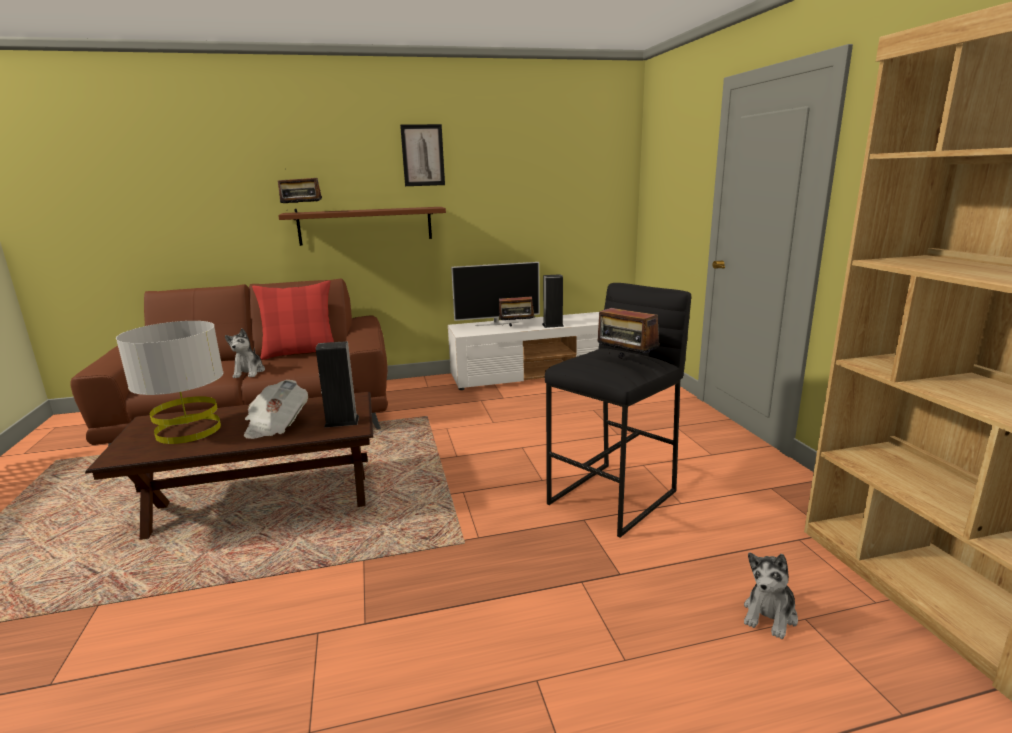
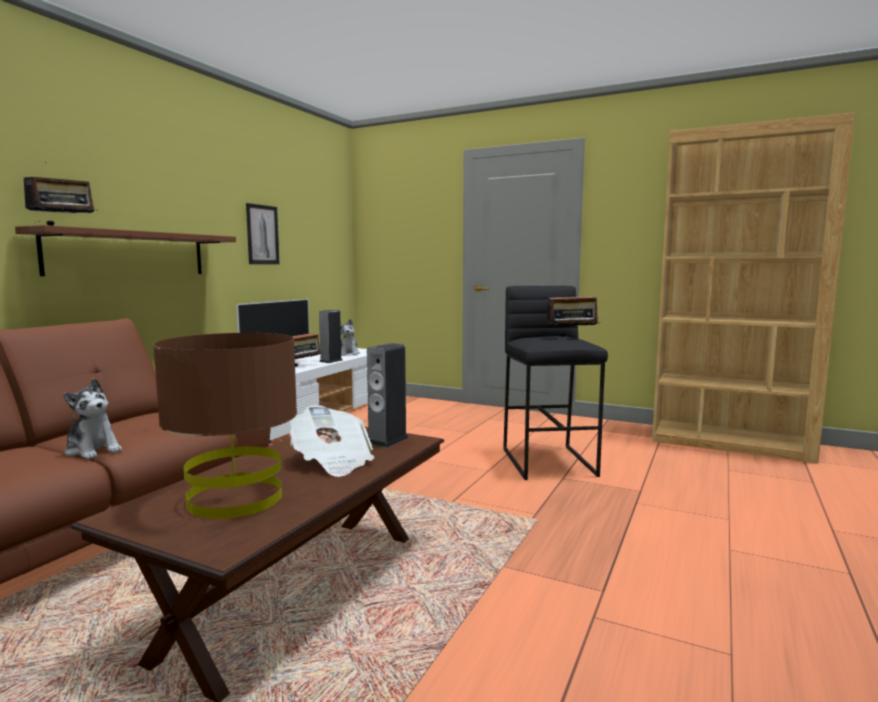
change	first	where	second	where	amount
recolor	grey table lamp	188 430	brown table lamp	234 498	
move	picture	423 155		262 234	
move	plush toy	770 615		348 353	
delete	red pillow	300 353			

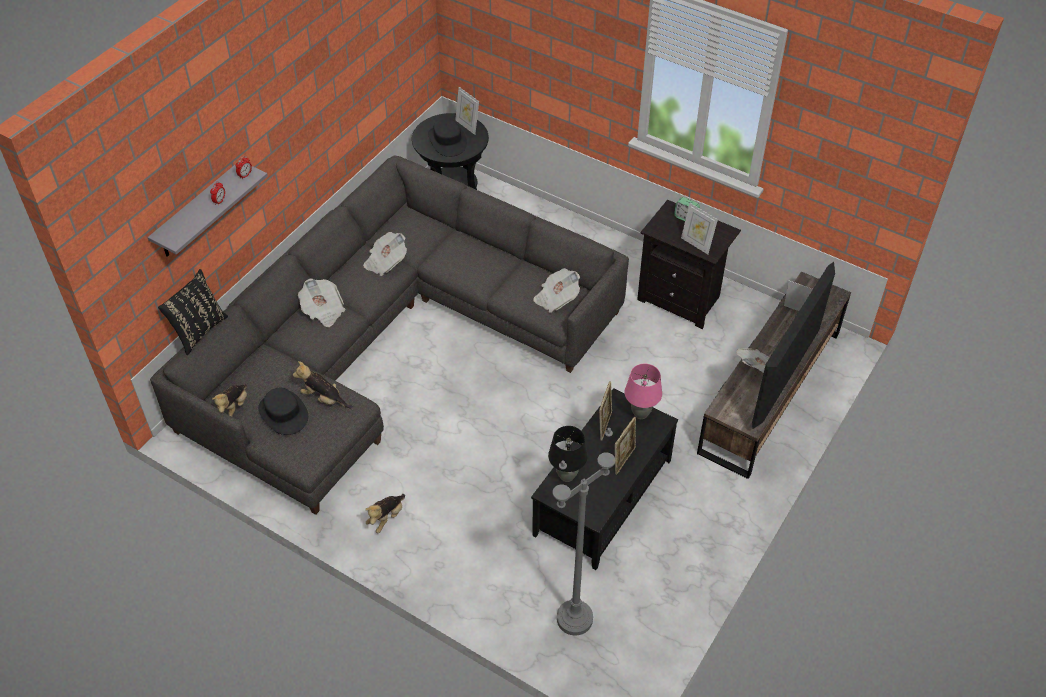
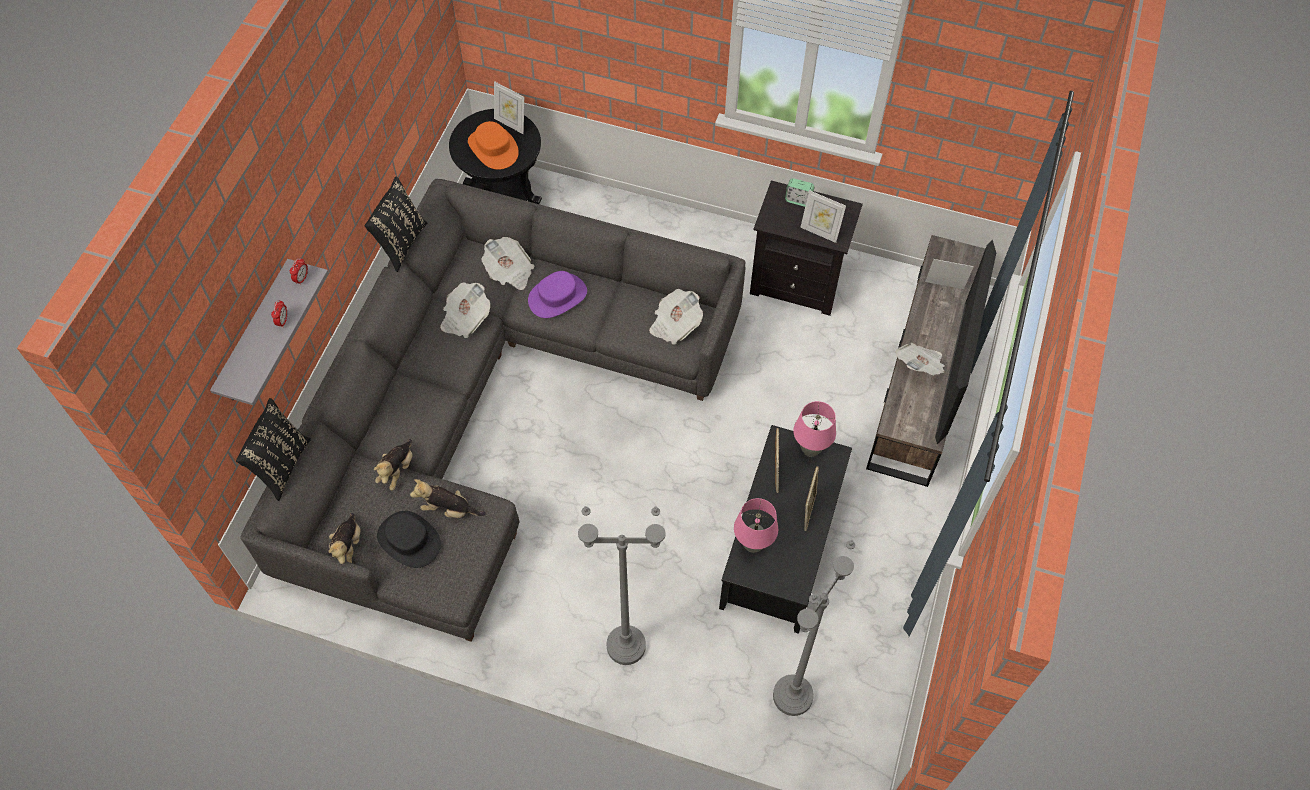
change	first	where	second	where	amount
insert			black pillow	401 243	
move	plush toy	386 518		397 470	
recolor	black hat	447 141	orange hat	493 148	
move	newspaper	323 311		509 272	
insert			purple hat	557 297	
insert			grey floor lamp	625 646	
recolor	black table lamp	566 476	pink table lamp	753 545	

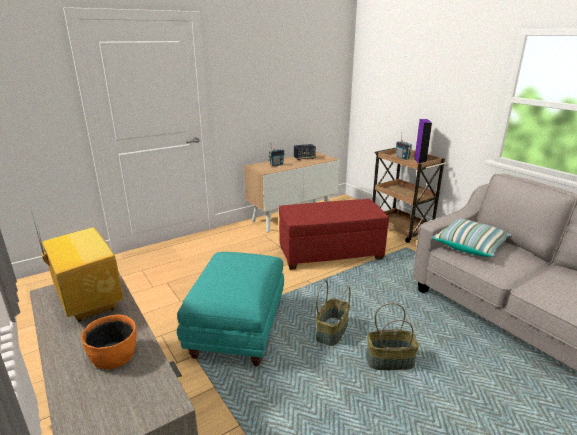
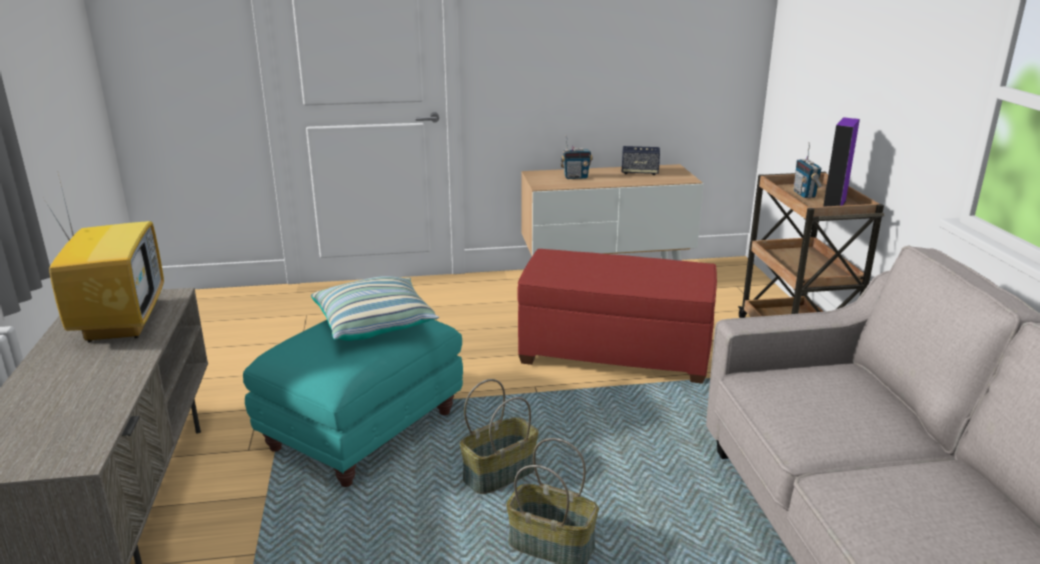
change	first	where	second	where	amount
move	pillow	470 246		375 324	
delete	orange bowl	114 355			

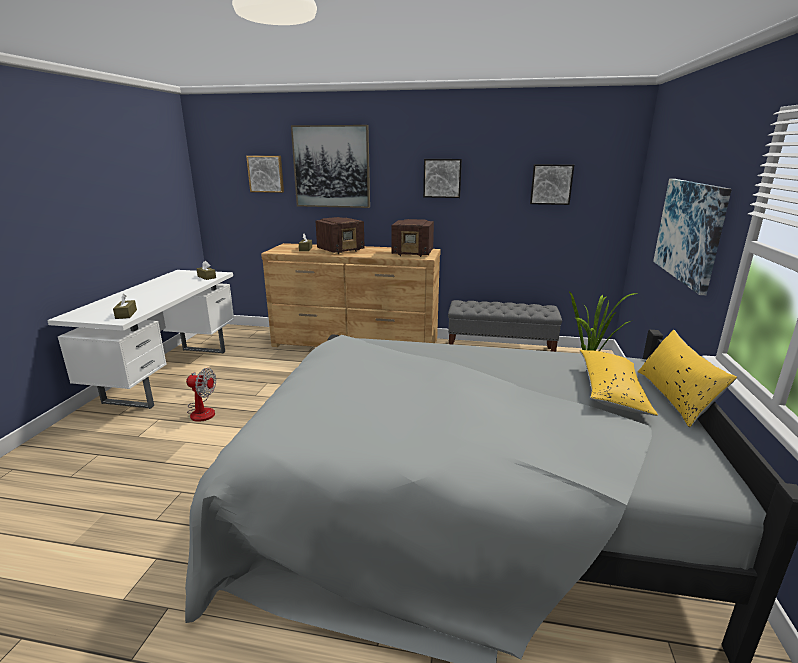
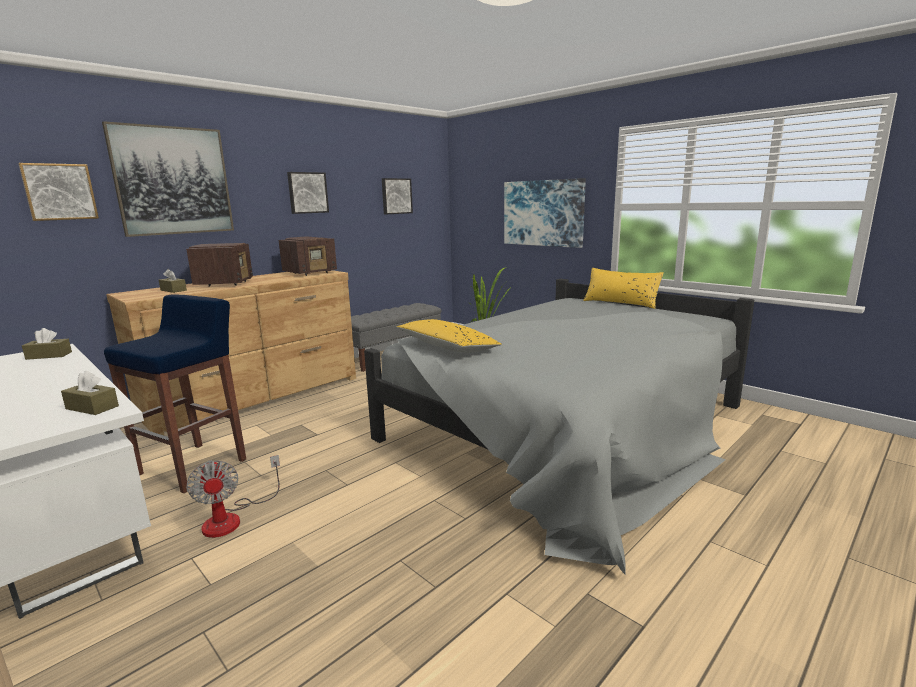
change	first	where	second	where	amount
insert			blue stool	194 466	
rotate	fan	202 411		232 518	105 degrees clockwise
move	yellow pillow	611 391		447 347	

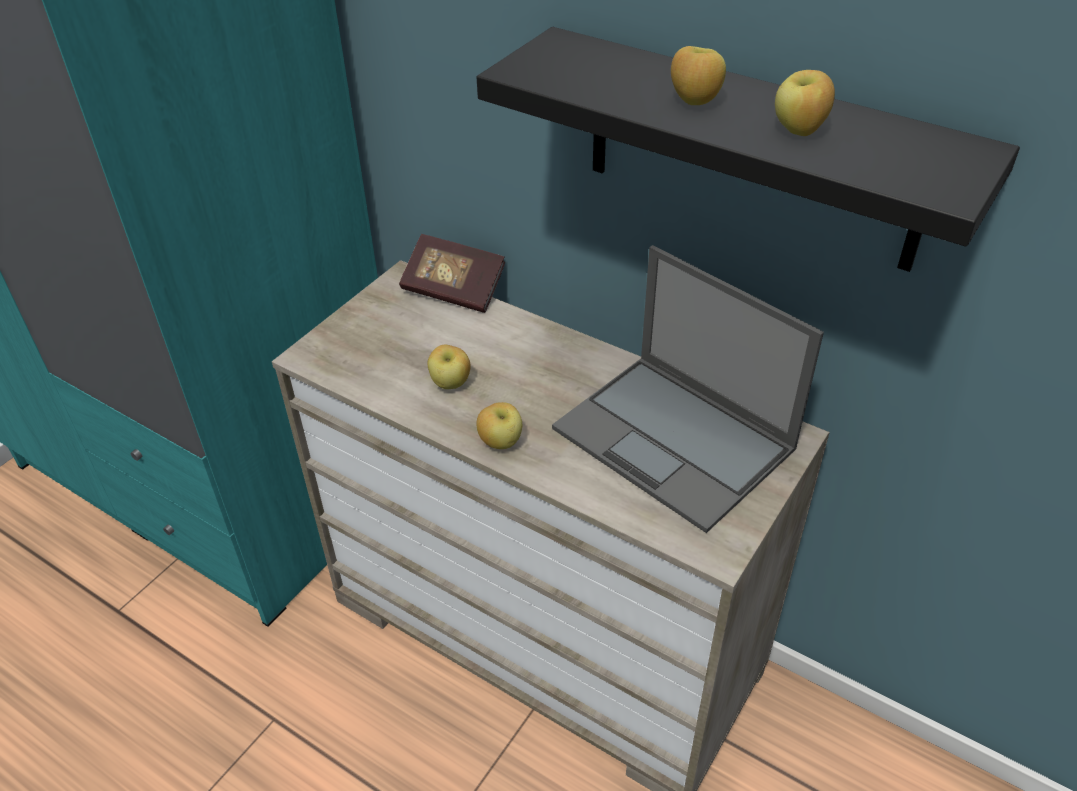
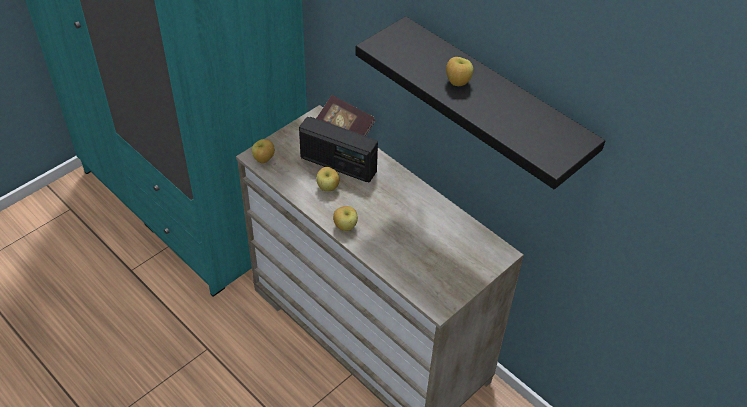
change	first	where	second	where	amount
move	apple	800 131		264 159	
insert			radio	338 164	
delete	laptop	675 440			

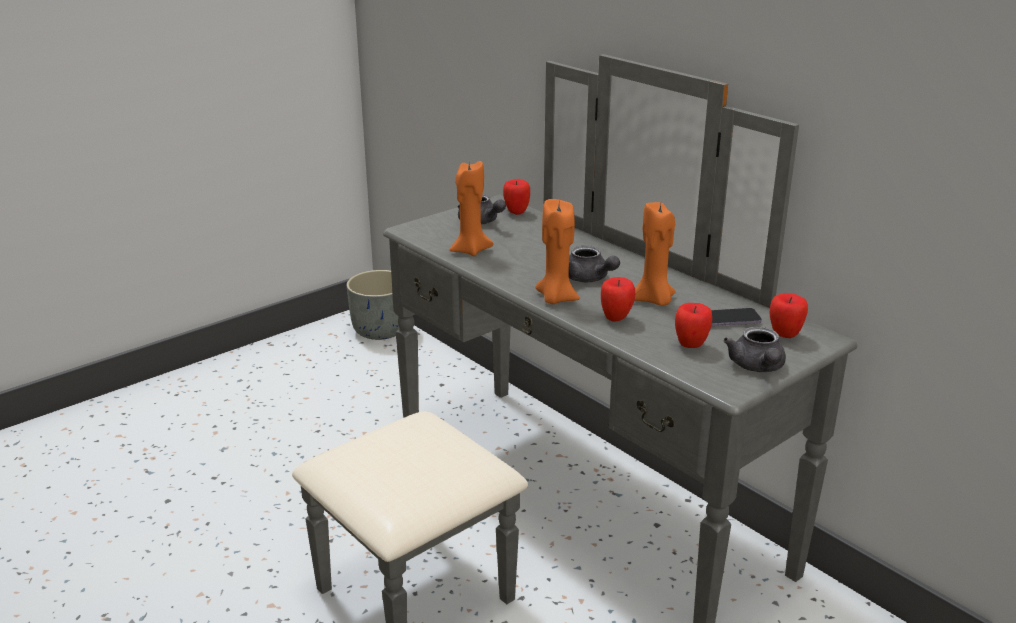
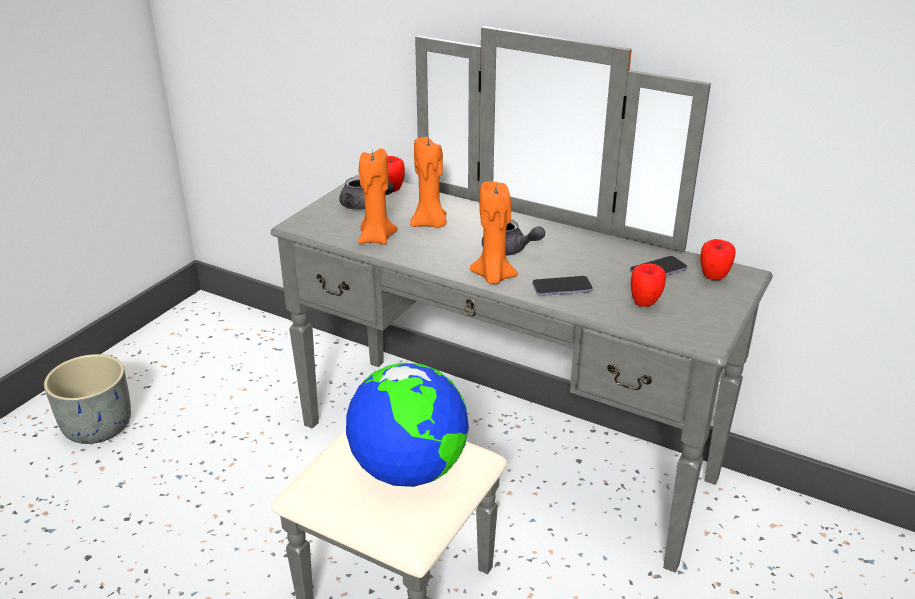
change	first	where	second	where	amount
move	grey planter	381 330		98 426	
insert			globe	409 470	
move	orange candle	654 300		430 224	
replace	apple	616 318	phone	562 288	
delete	grey teapot	757 367			

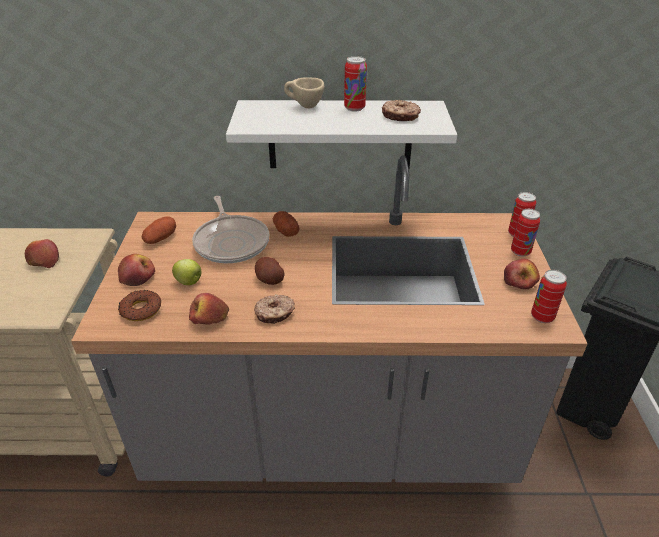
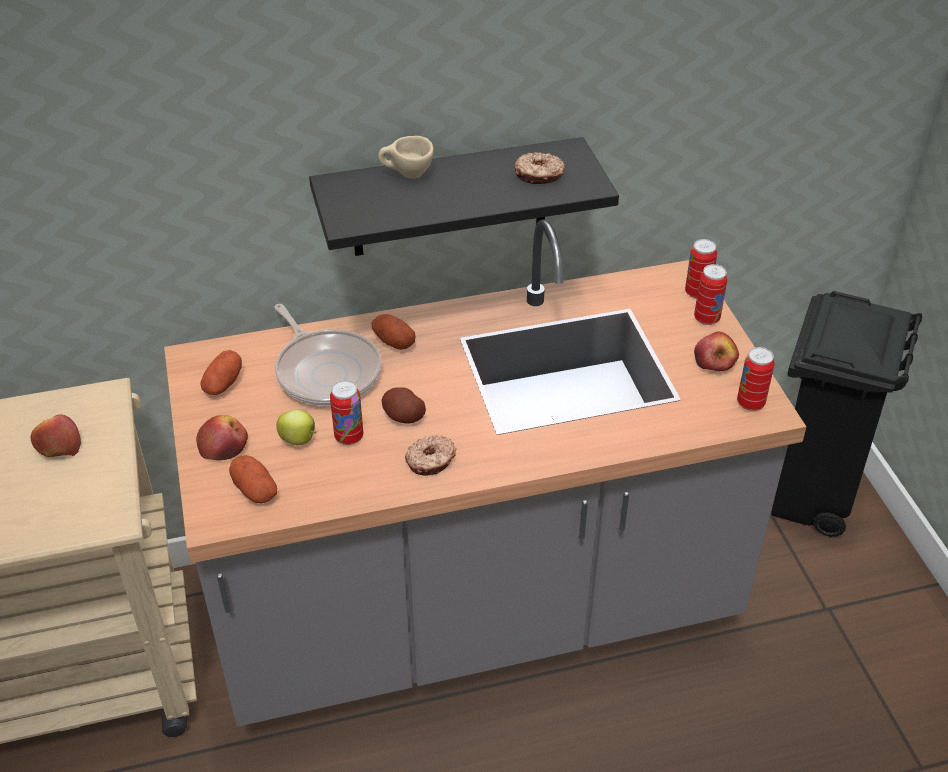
change	first	where	second	where	amount
replace	donut	141 309	potato	255 490	
recolor	white shelf	340 135	black shelf	449 198	
move	can	354 108		349 437	
delete	apple	209 318			

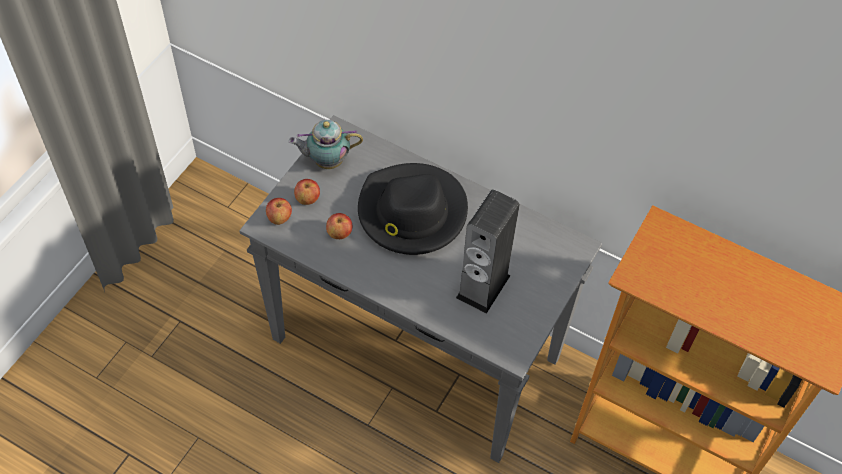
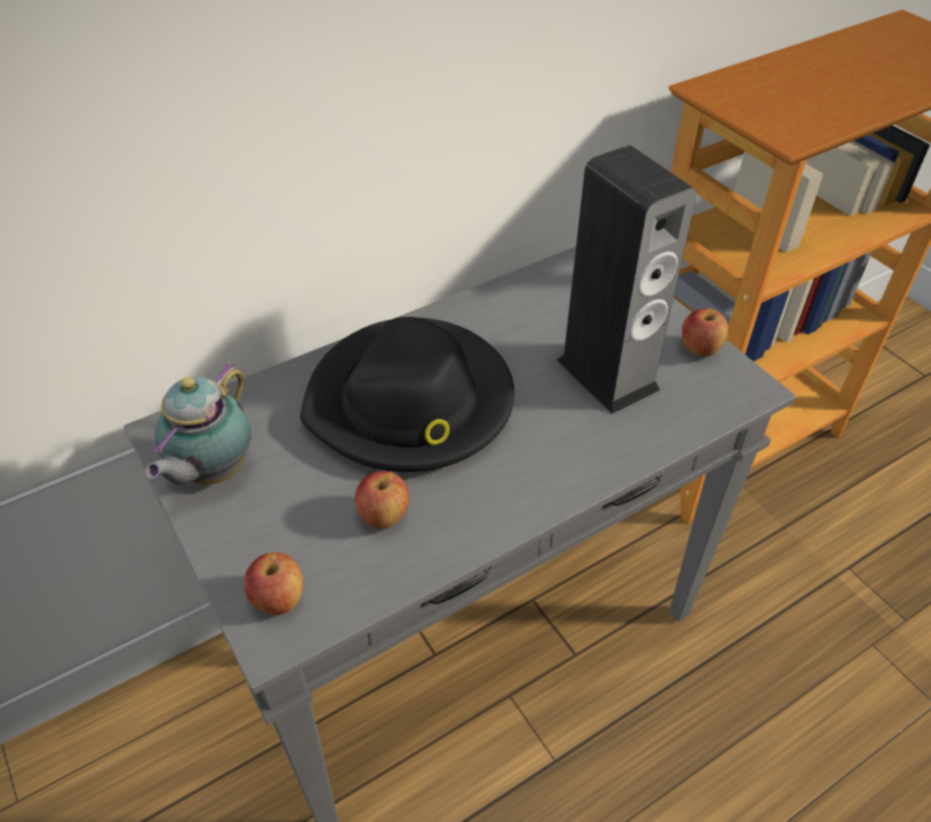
change	first	where	second	where	amount
move	apple	307 199		699 349	

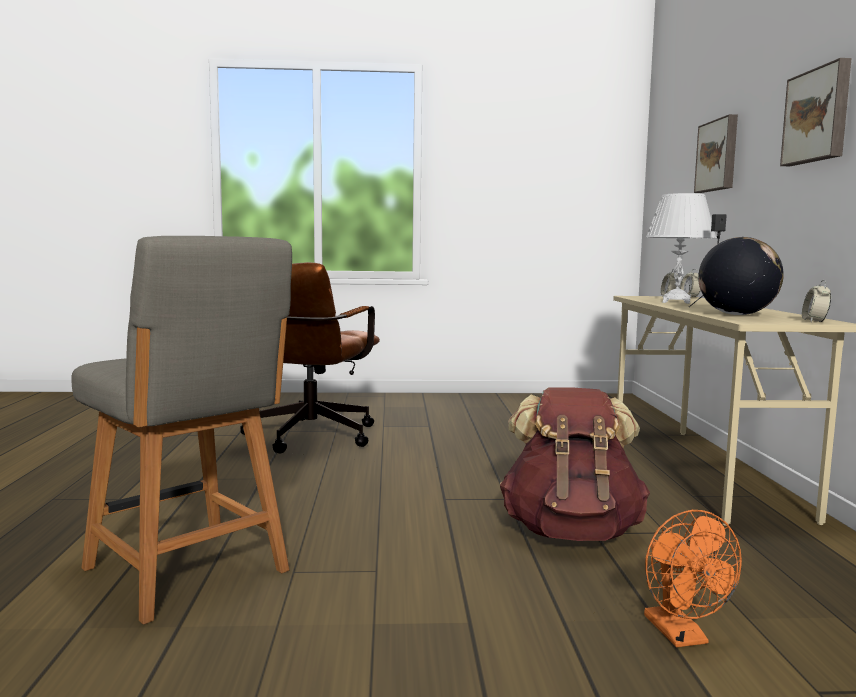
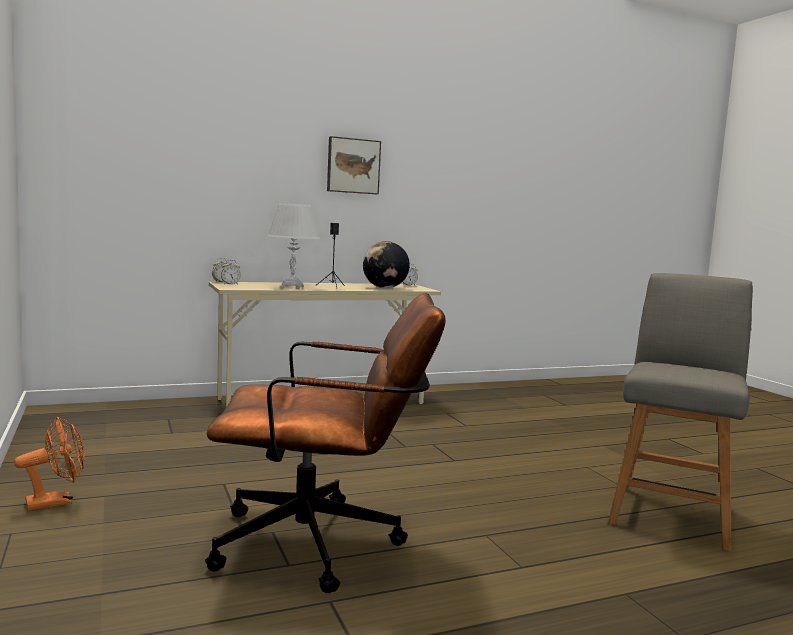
change	first	where	second	where	amount
move	orange fan	682 636		57 502	
delete	brown backpack	571 532			
delete	picture	718 155			

